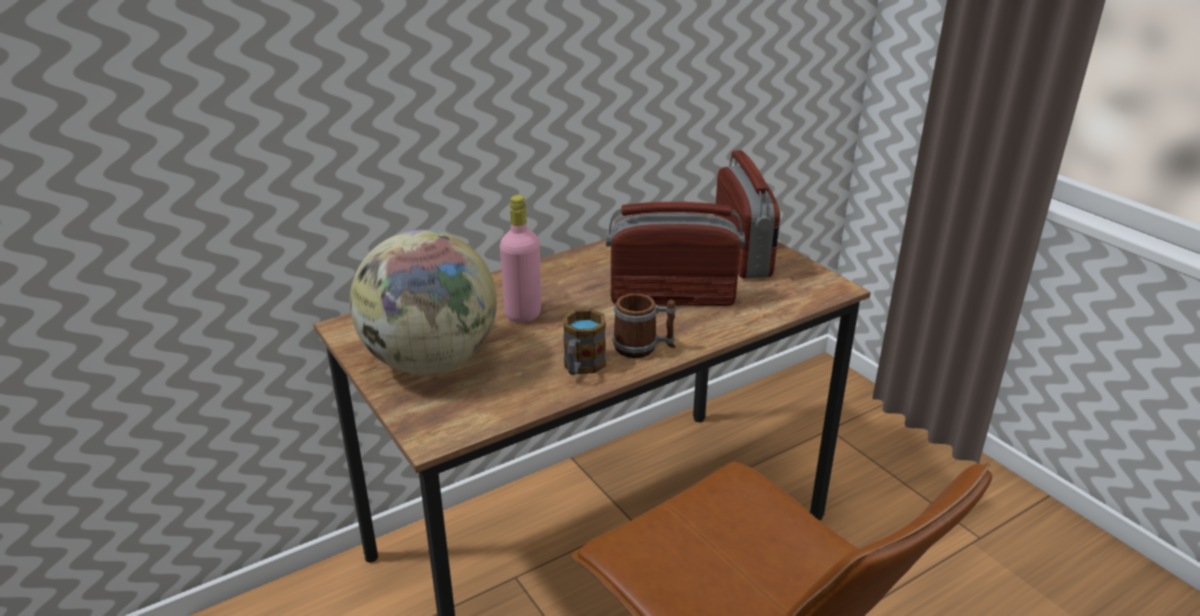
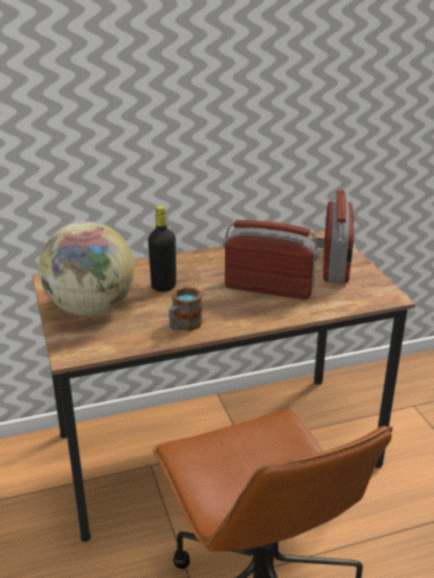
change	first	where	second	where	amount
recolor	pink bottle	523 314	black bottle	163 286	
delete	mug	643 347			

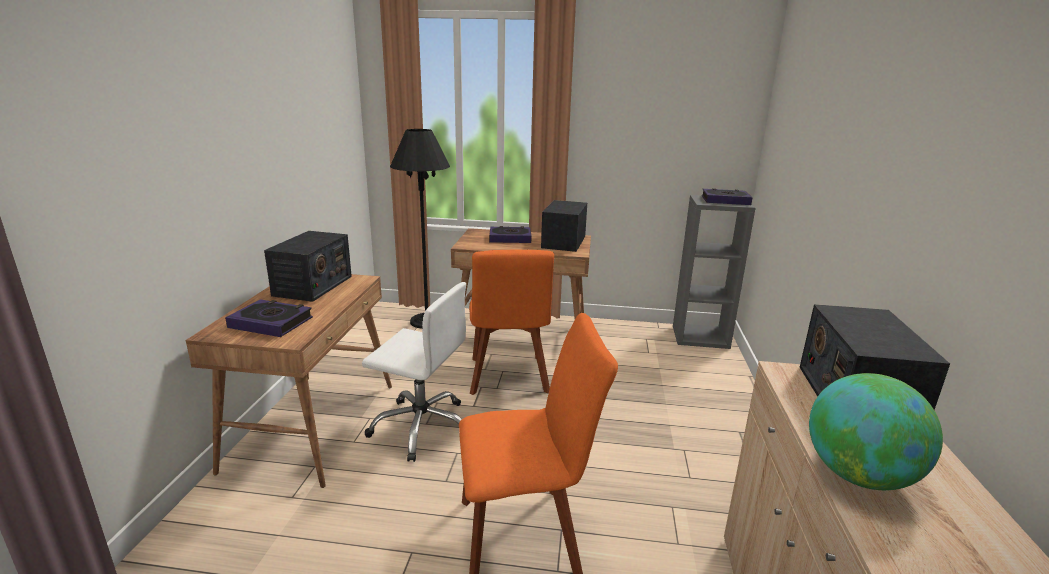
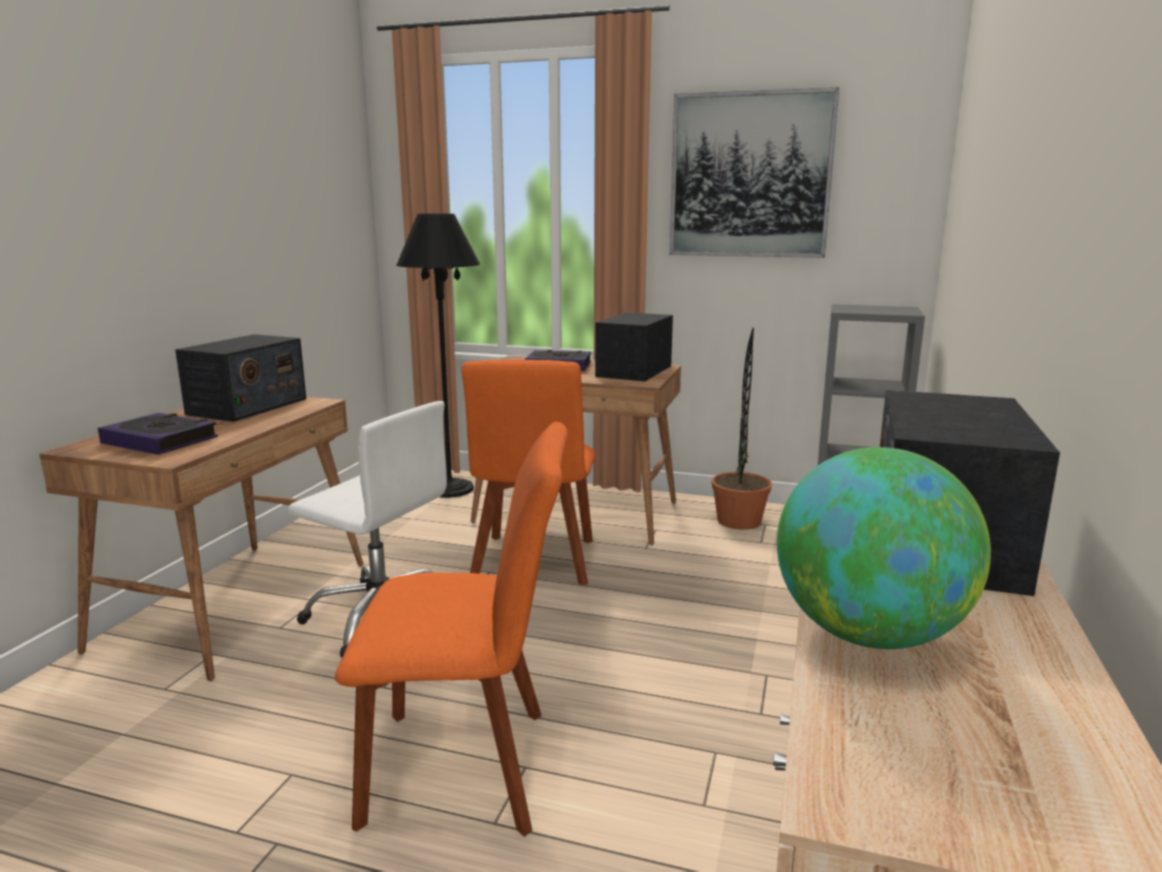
change	first	where	second	where	amount
insert			picture	750 176	
insert			potted plant	739 521	
delete	book	725 200			

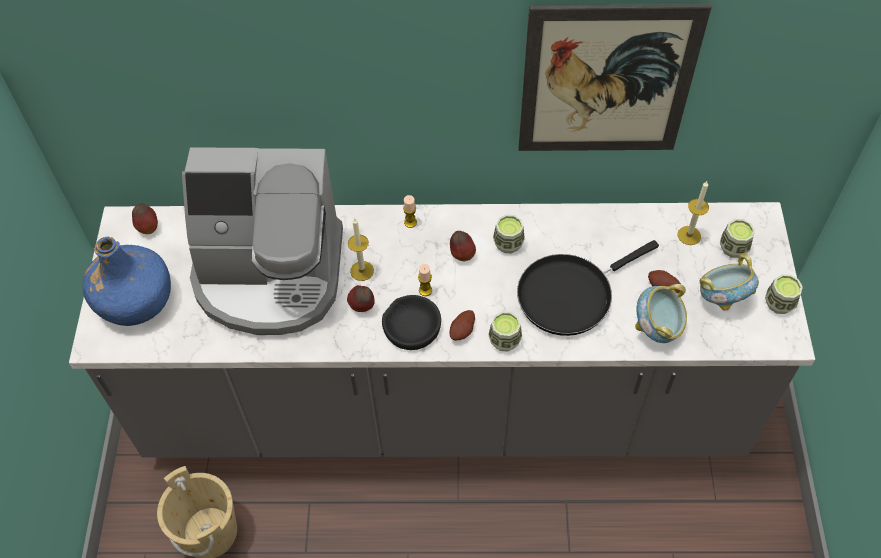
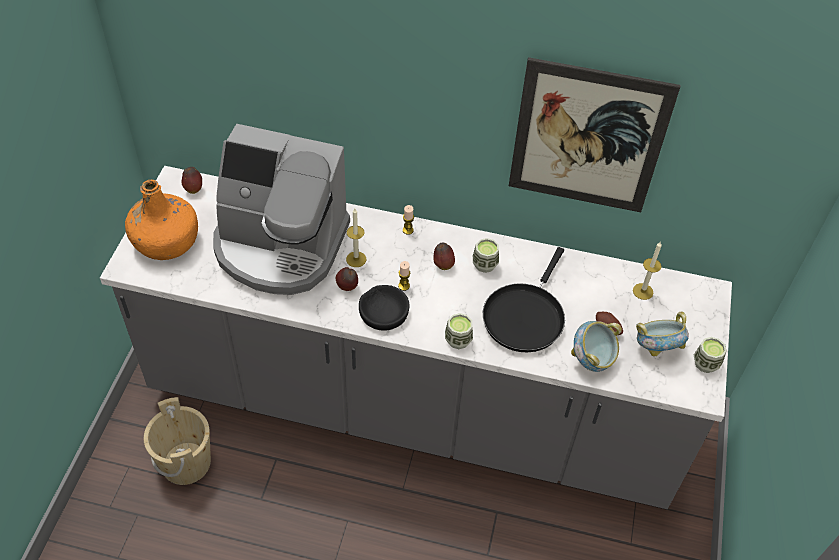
change	first	where	second	where	amount
recolor	blue bottle	135 299	orange bottle	166 241	
rotate	black frying pan	570 294		525 316	45 degrees counterclockwise
delete	potato	463 331			
delete	cup	733 248			

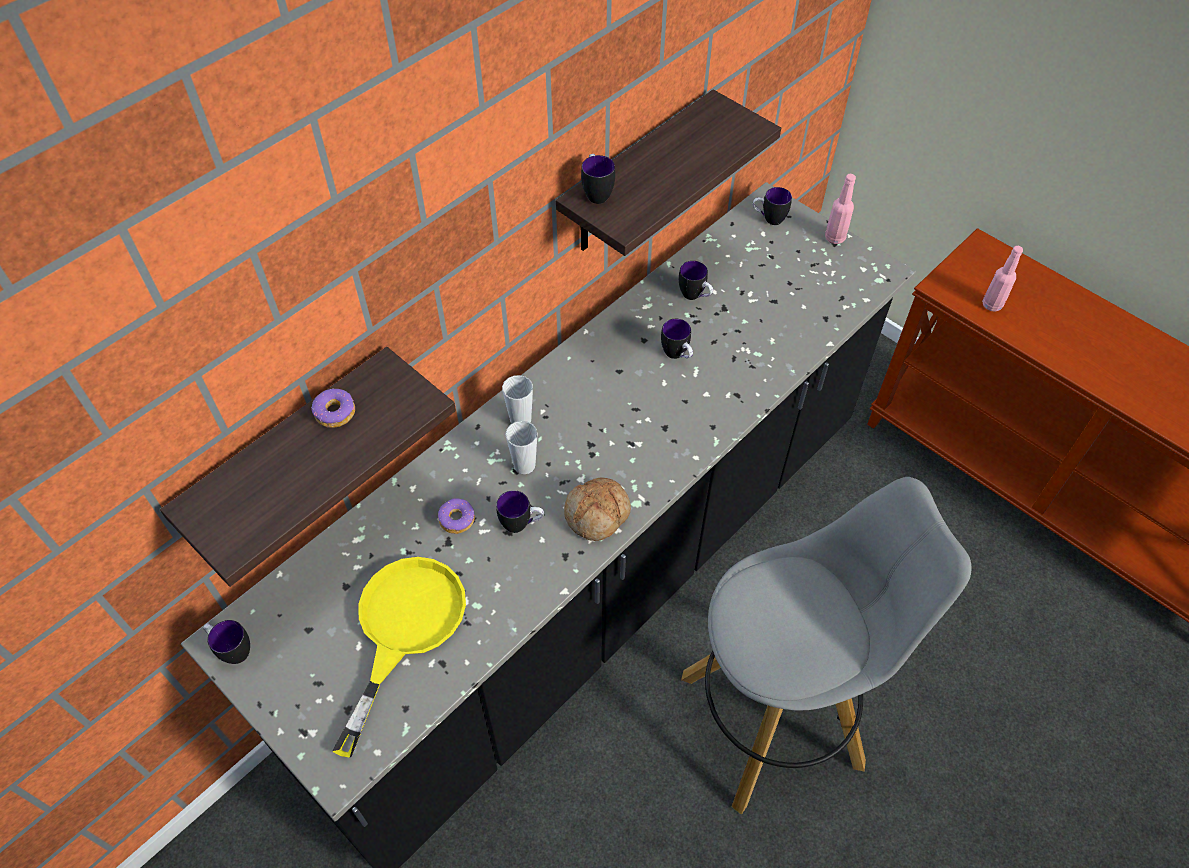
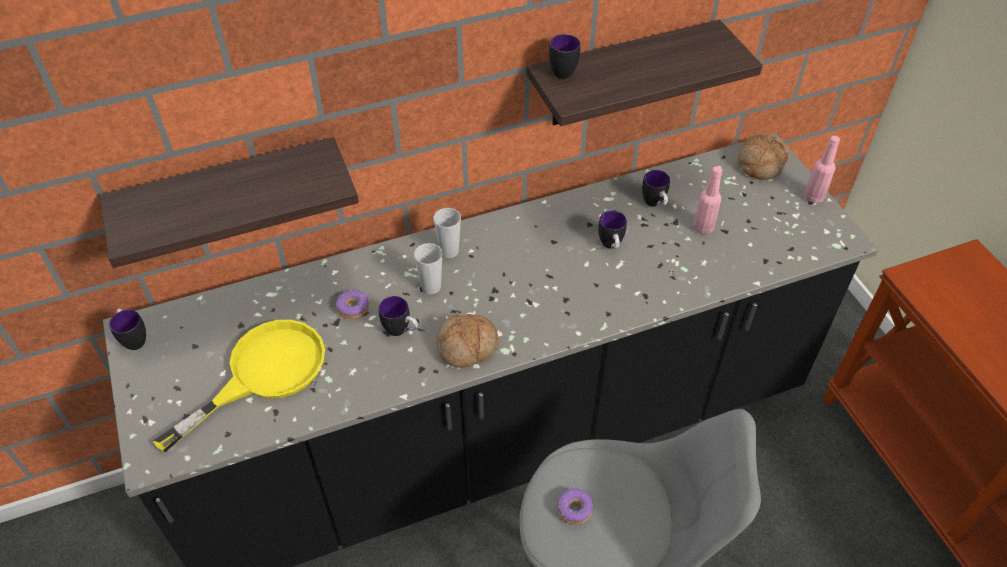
change	first	where	second	where	amount
move	donut	335 413		575 509	
move	pink bottle	992 305		703 227	
replace	mug	768 219	bread	759 163	

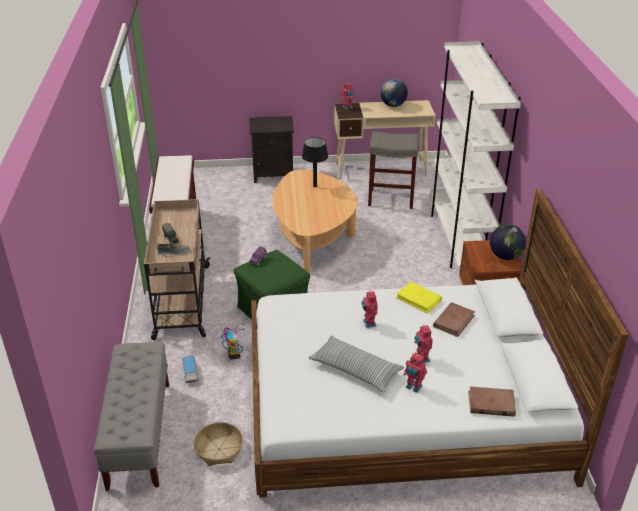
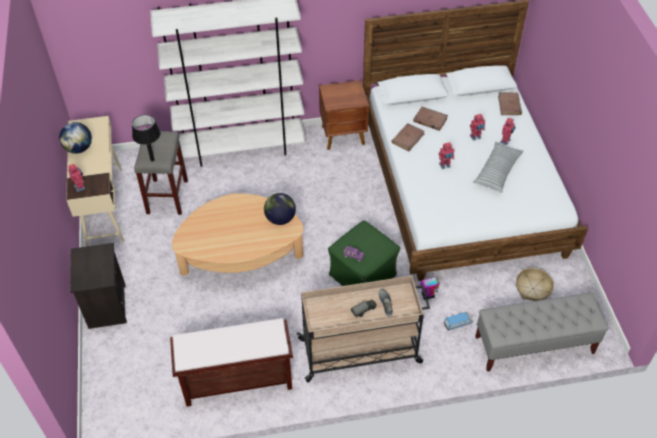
change	first	where	second	where	amount
move	black table lamp	314 186		152 160	
move	globe	505 256		280 218	
recolor	yellow book	419 299	brown book	408 138	

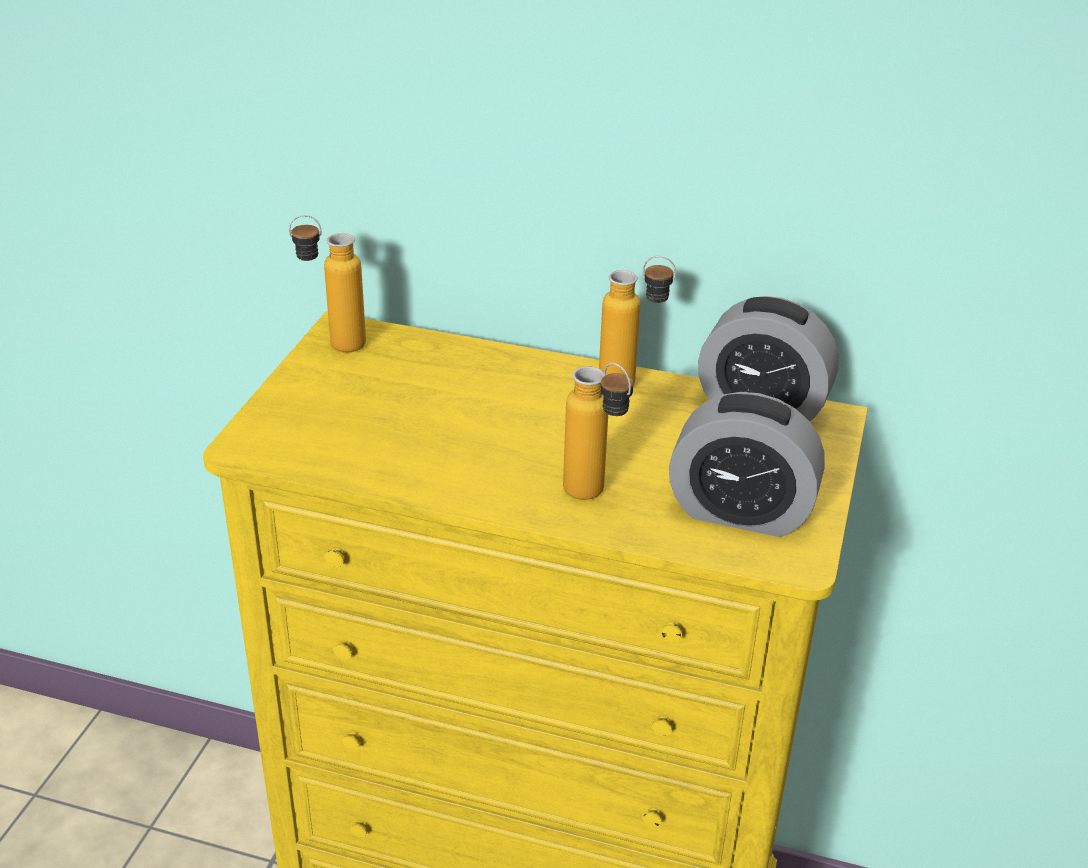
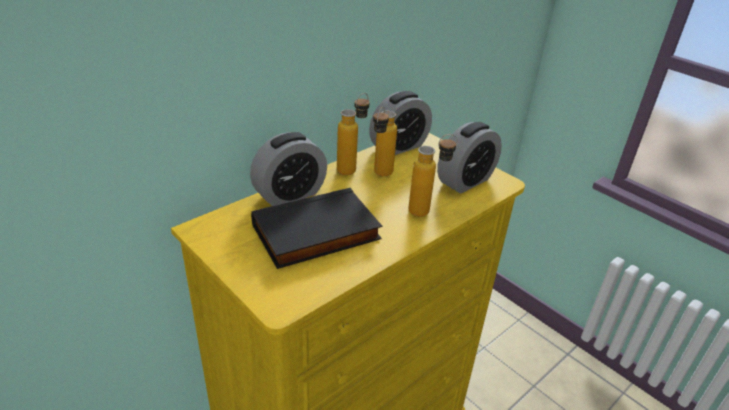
change	first	where	second	where	amount
insert			alarm clock	290 194	
insert			black book	316 234	
move	bottle	333 345		380 175	

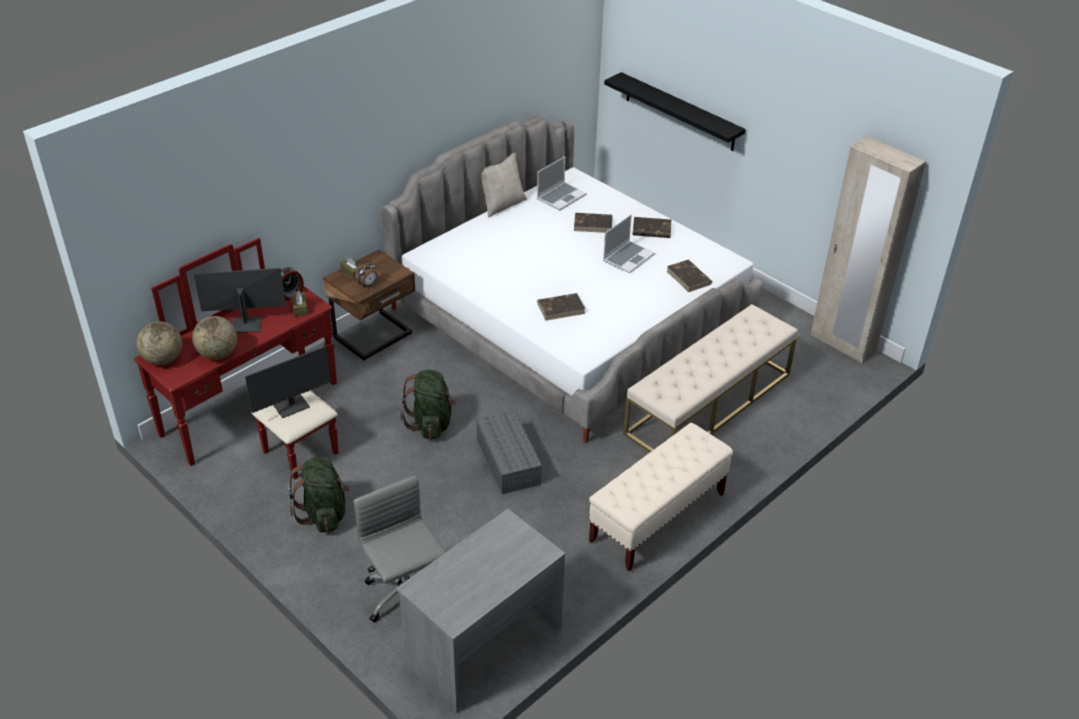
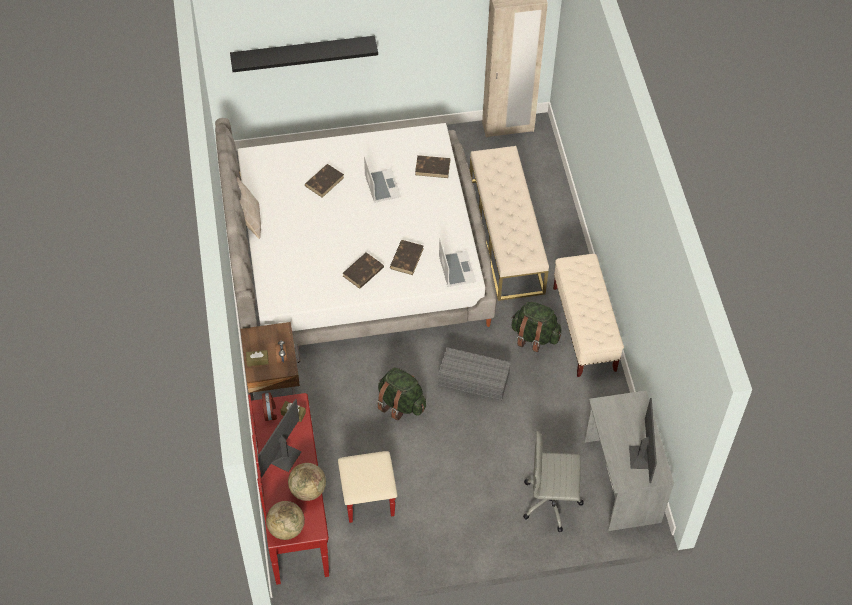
change	first	where	second	where	amount
move	brown book	651 230		363 272	
move	laptop	561 197		456 269	
move	green backpack	324 513		534 336	
move	monitor	292 406		641 457	

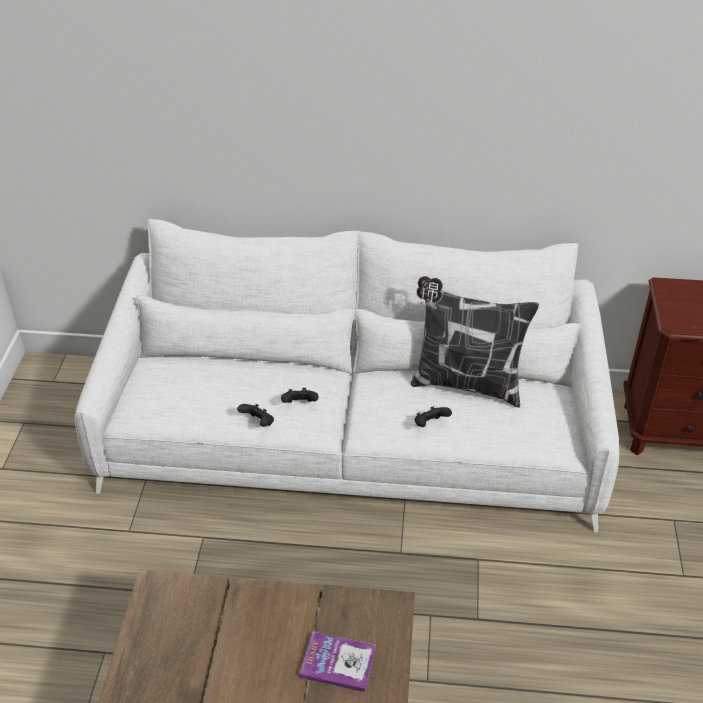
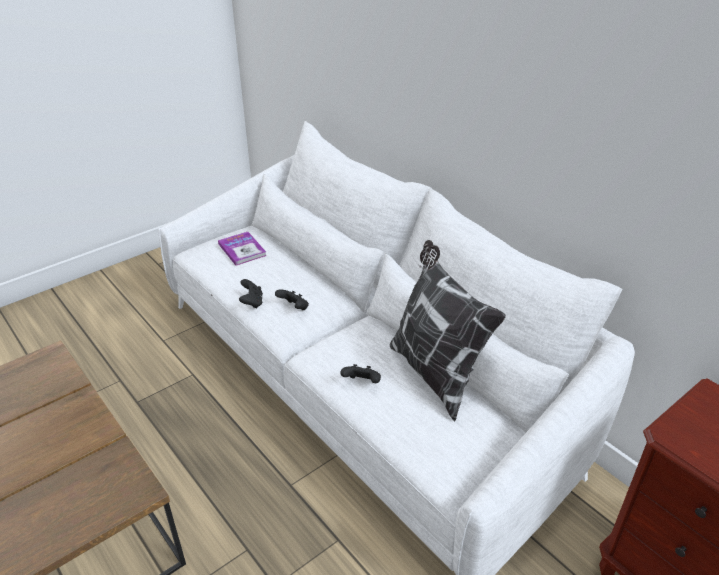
change	first	where	second	where	amount
move	book	338 663		242 249	

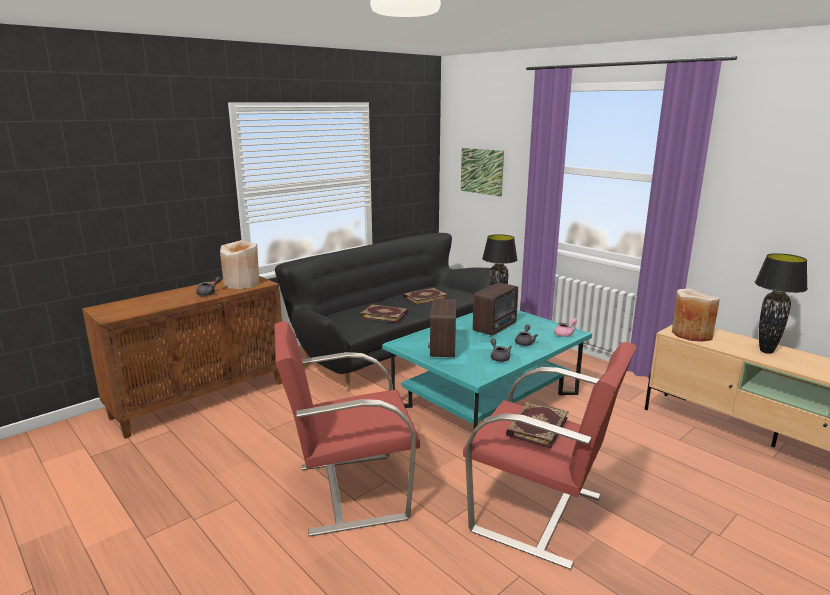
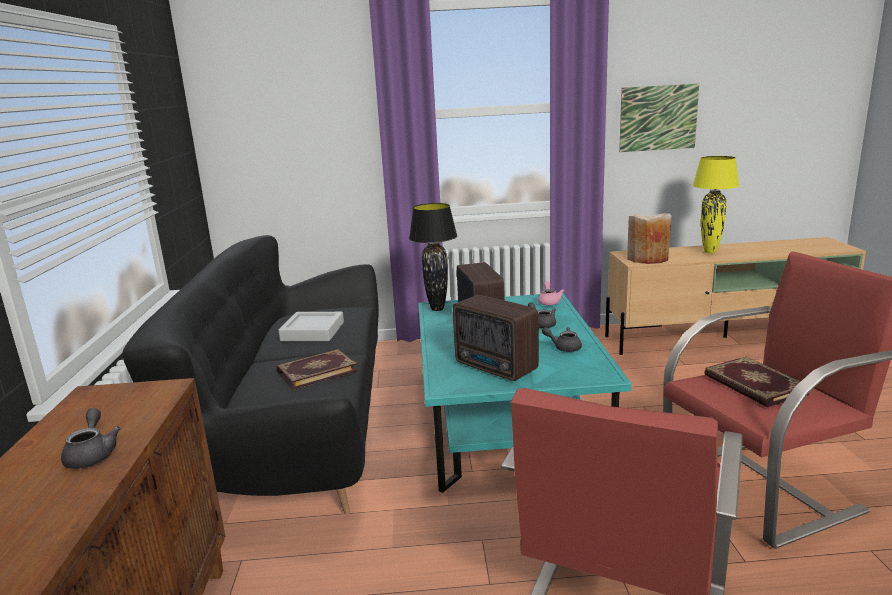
change	first	where	second	where	amount
replace	book	425 298	grey tray	312 331	
move	picture	481 171		658 118	
recolor	black table lamp	766 351	yellow table lamp	709 252	
delete	beige vase	242 283			

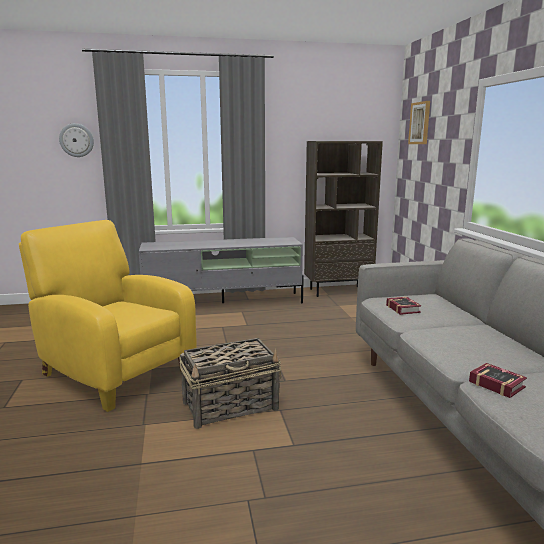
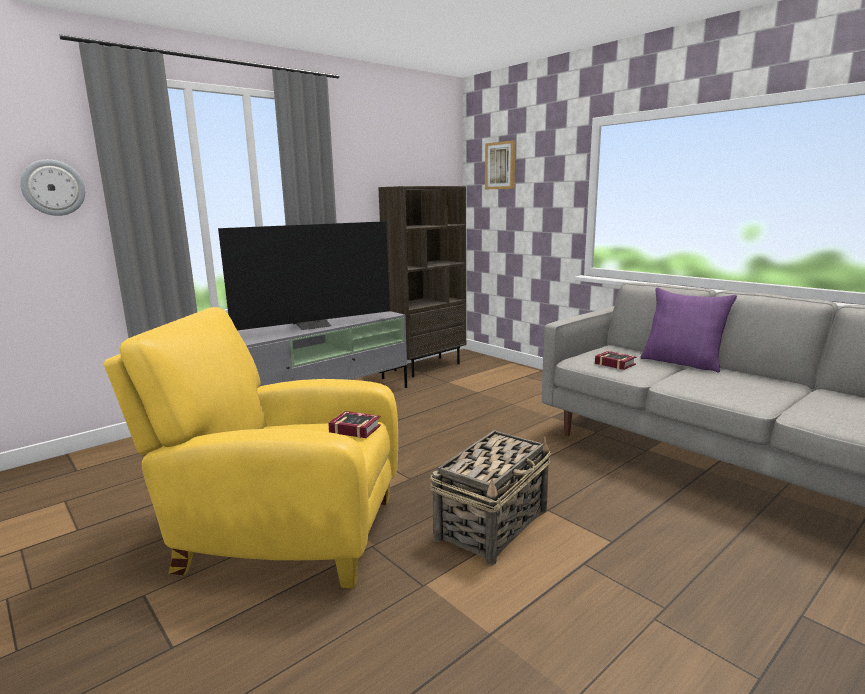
change	first	where	second	where	amount
insert			television	314 326	
move	book	495 383		354 428	
insert			purple pillow	682 362	

